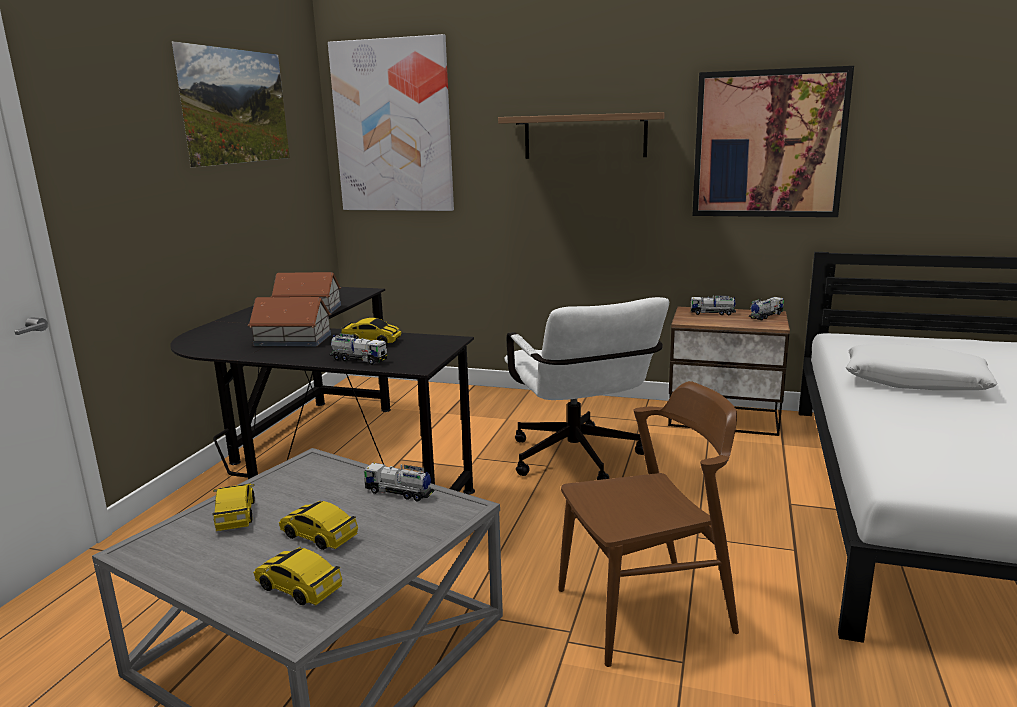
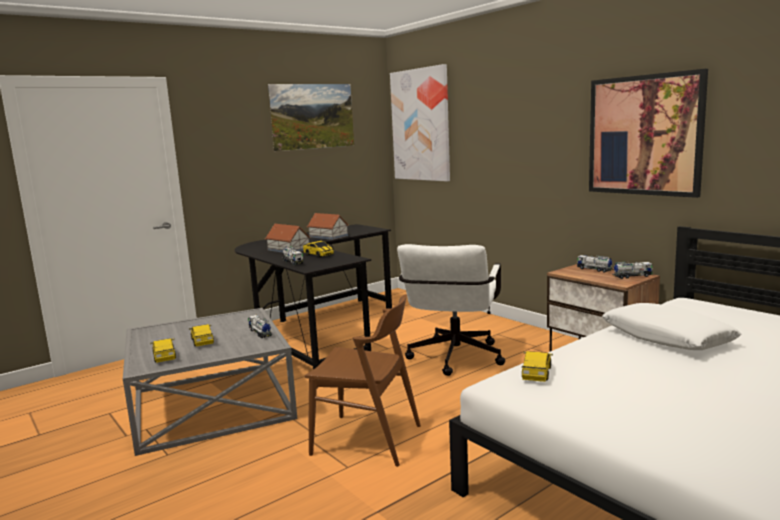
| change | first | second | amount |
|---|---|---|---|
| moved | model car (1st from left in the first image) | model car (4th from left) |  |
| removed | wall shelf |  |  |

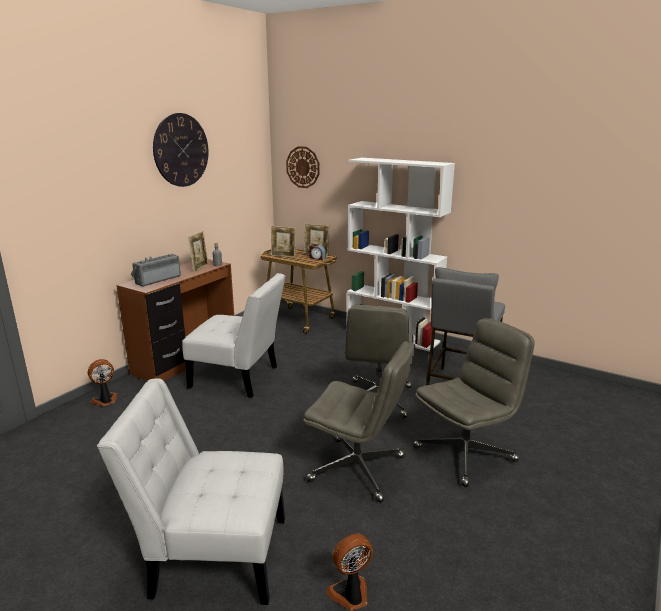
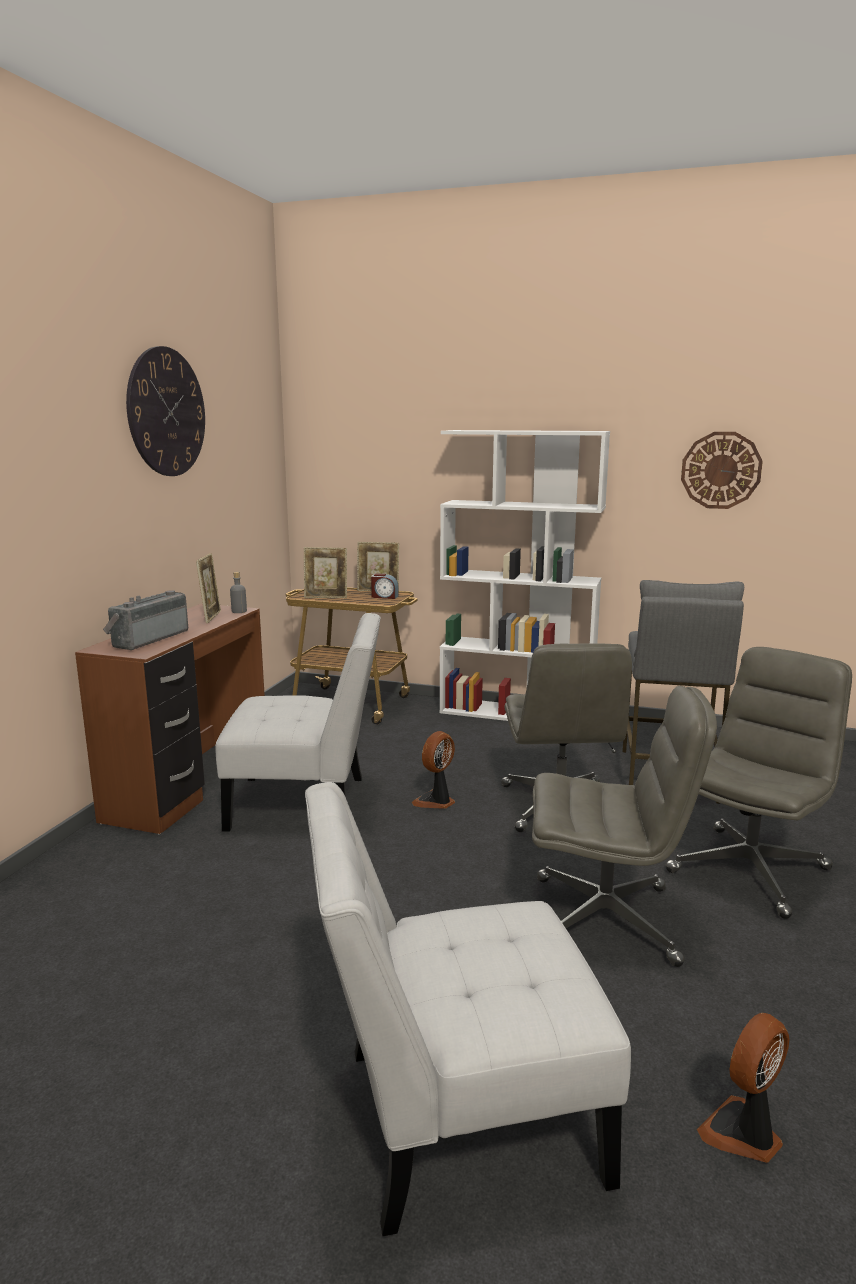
| change | first | second | amount |
|---|---|---|---|
| moved | fan (1st from left) |  |  |
| moved | wall clock (2nd from left) |  |  |

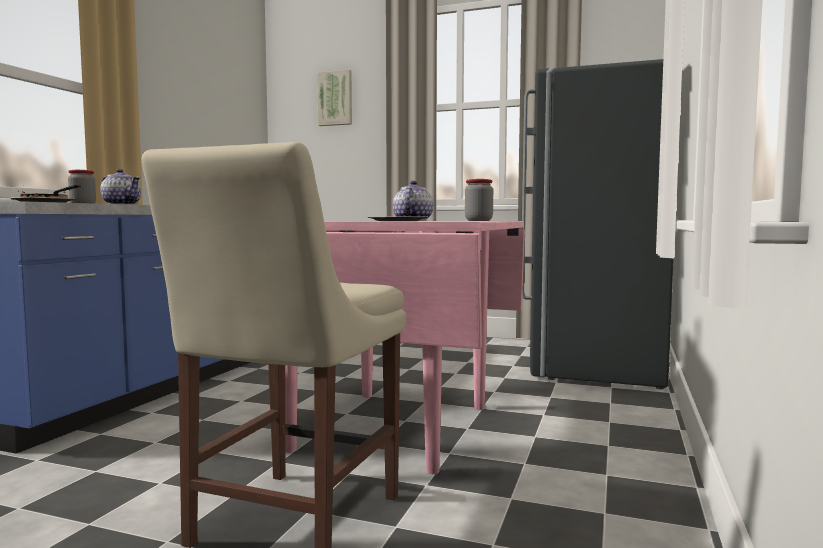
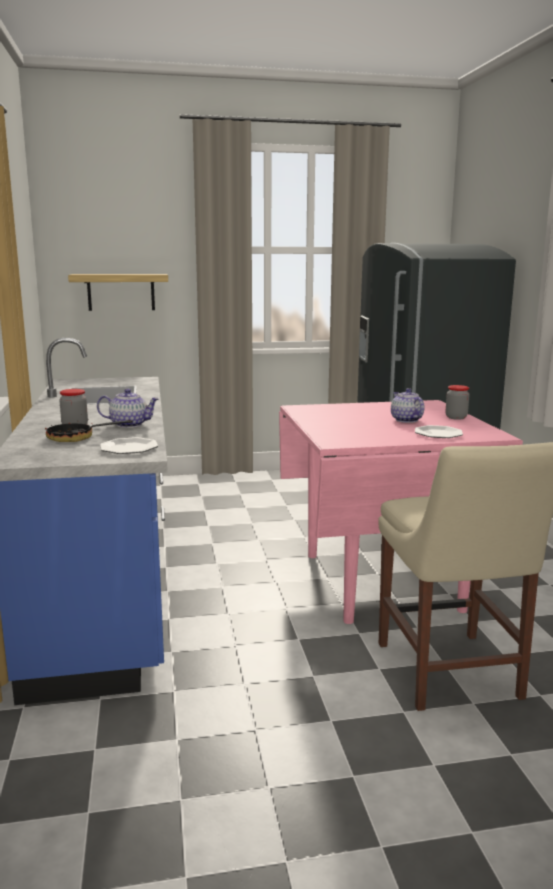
| change | first | second | amount |
|---|---|---|---|
| added |  | wall shelf |  |
| removed | picture |  |  |

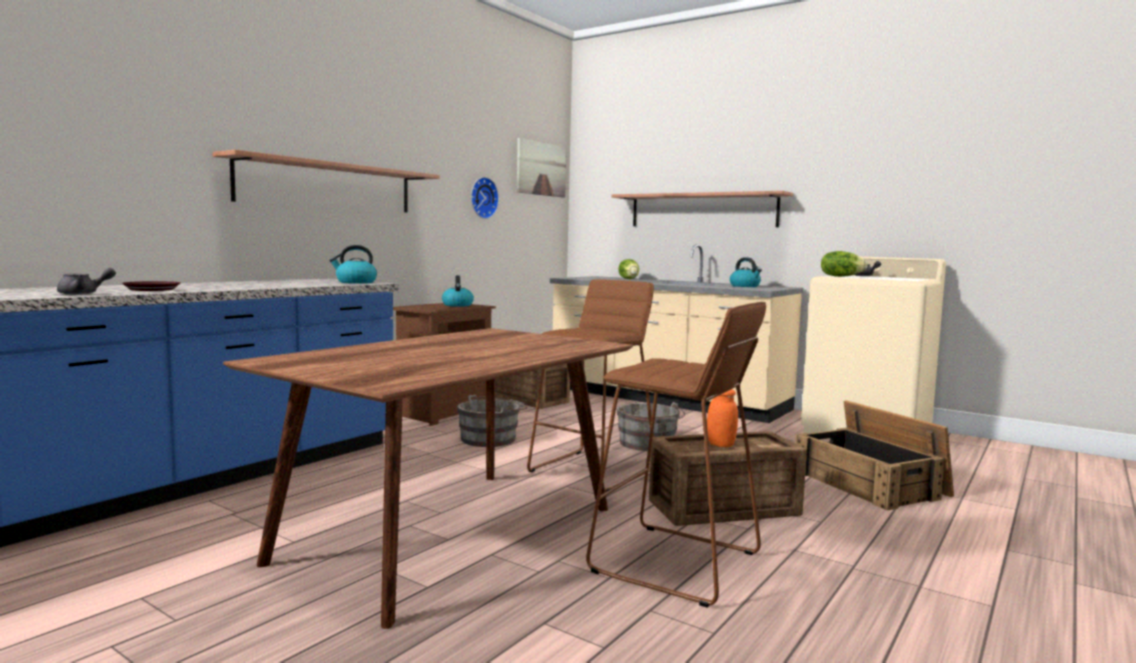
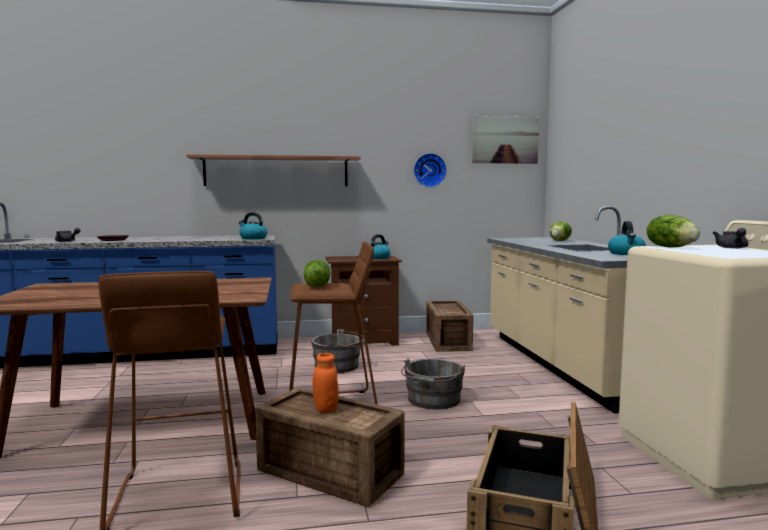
| change | first | second | amount |
|---|---|---|---|
| added |  | head of lettuce (1st from left) |  |
| removed | wall shelf (2nd from left) |  |  |

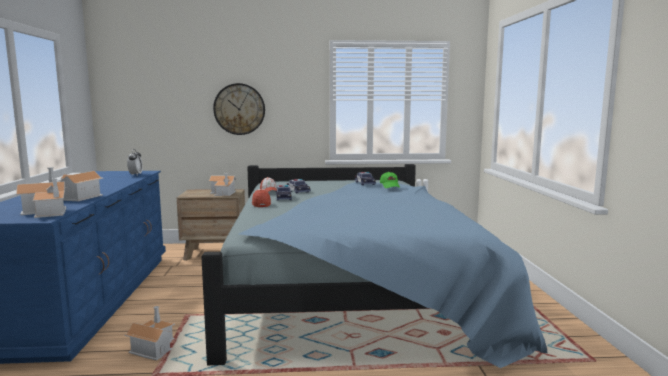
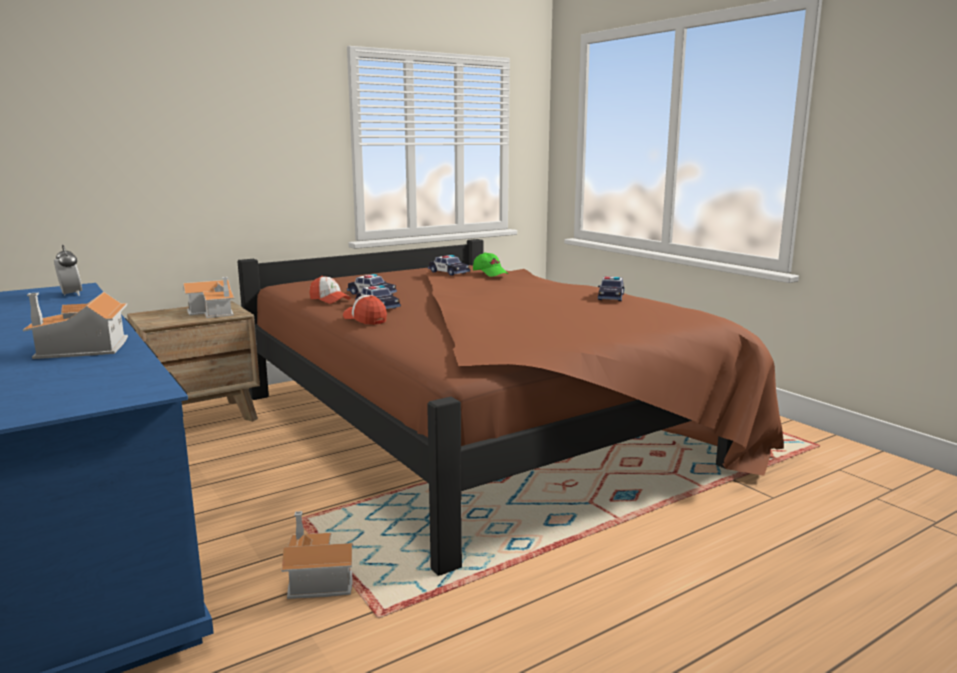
| change | first | second | amount |
|---|---|---|---|
| recoloured | bluish bedroom bed | brown bedroom bed |  |
| added |  | model car (4th from left) |  |
| removed | toy house (1st from left) |  |  |
| removed | wall clock |  |  |

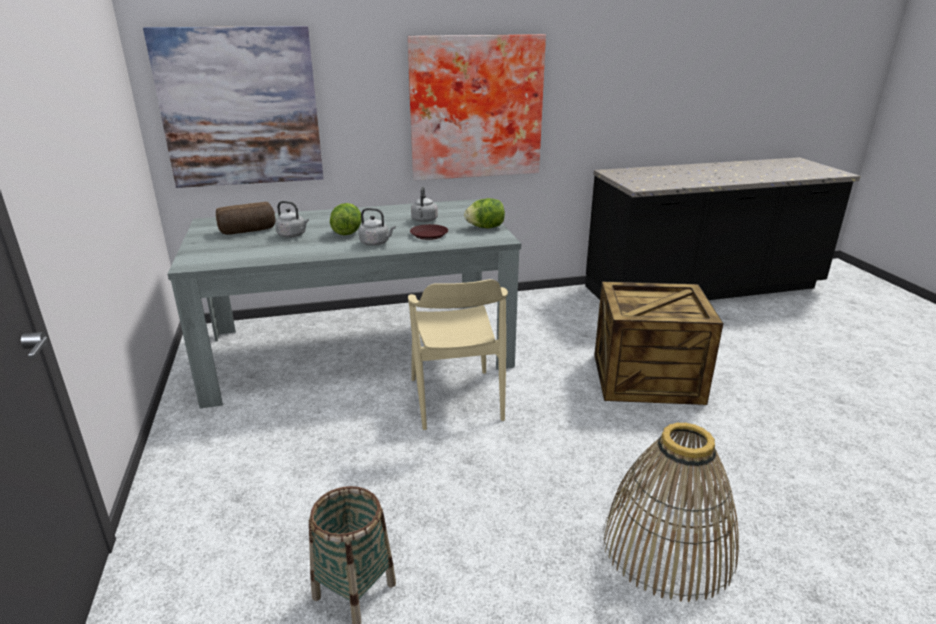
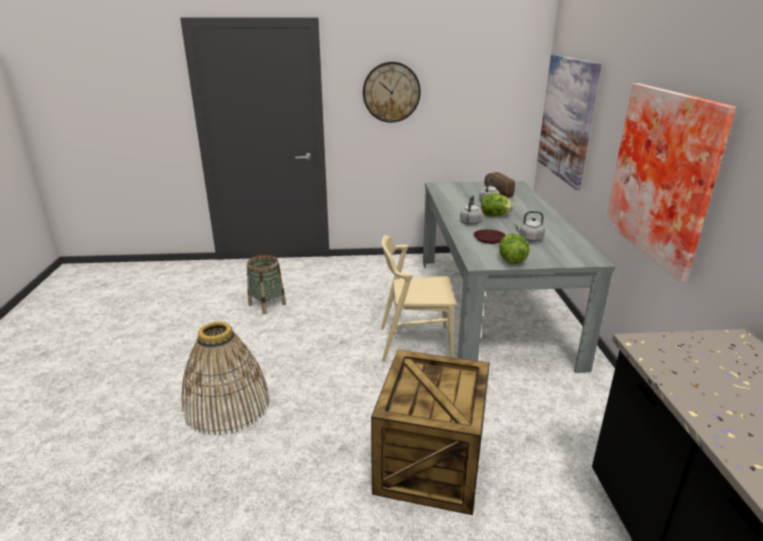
| change | first | second | amount |
|---|---|---|---|
| added |  | wall clock |  |

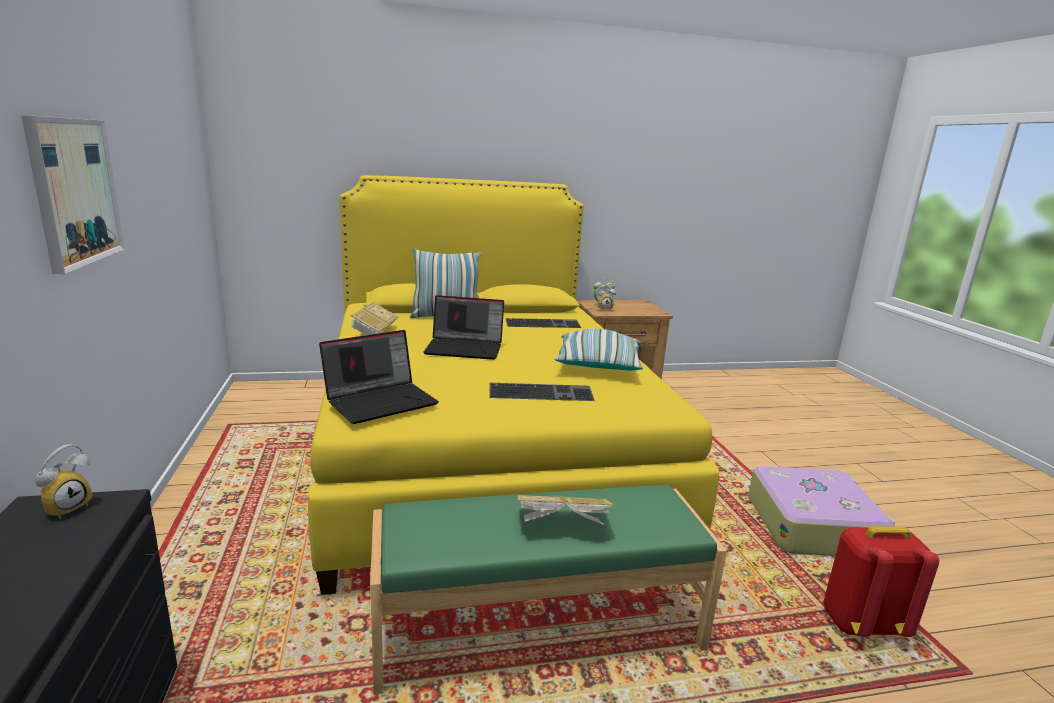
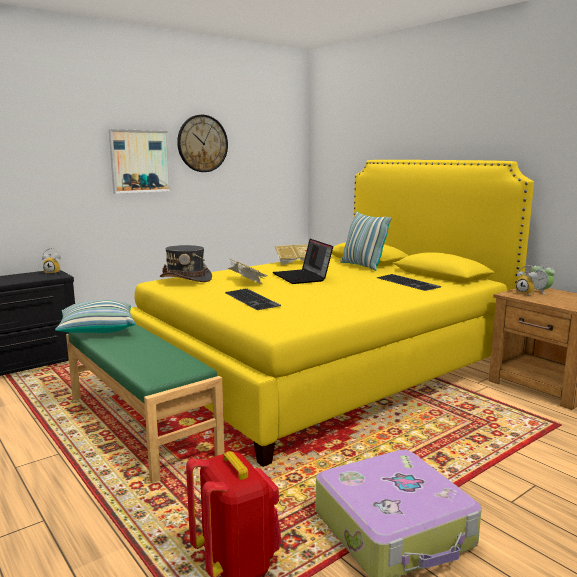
| change | first | second | amount |
|---|---|---|---|
| moved | cushion (2nd from left in the first image) | cushion (1st from left) |  |
| replaced | laptop (1st from left) | gray clothing hat |  |
| added |  | wall clock |  |
| moved | bound book (2nd from left in the first image) | bound book (1st from left) |  |

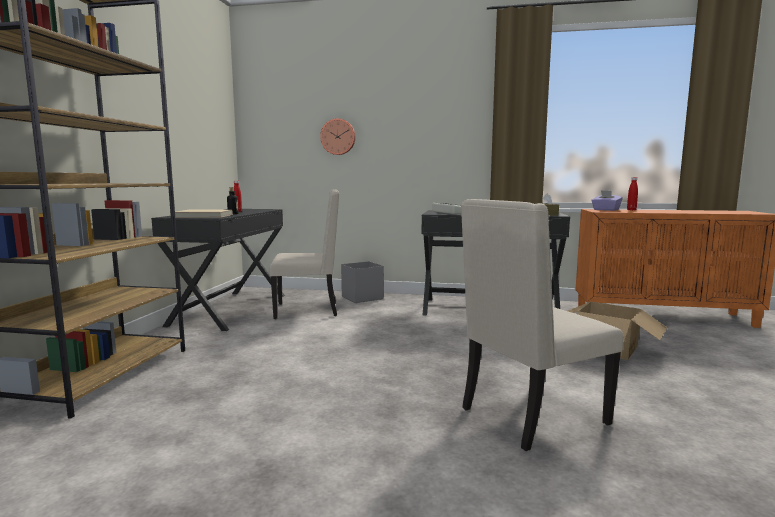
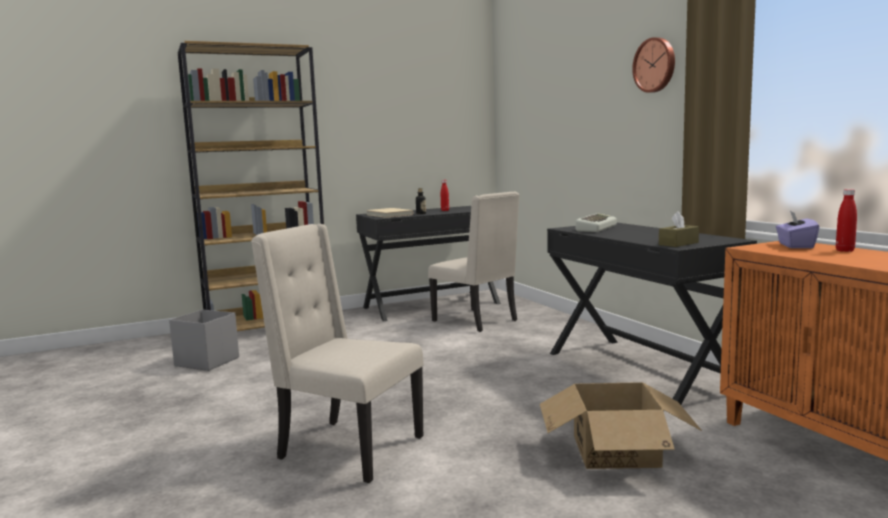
| change | first | second | amount |
|---|---|---|---|
| moved | gray storage bin |  |  |
| moved | wall clock |  |  |

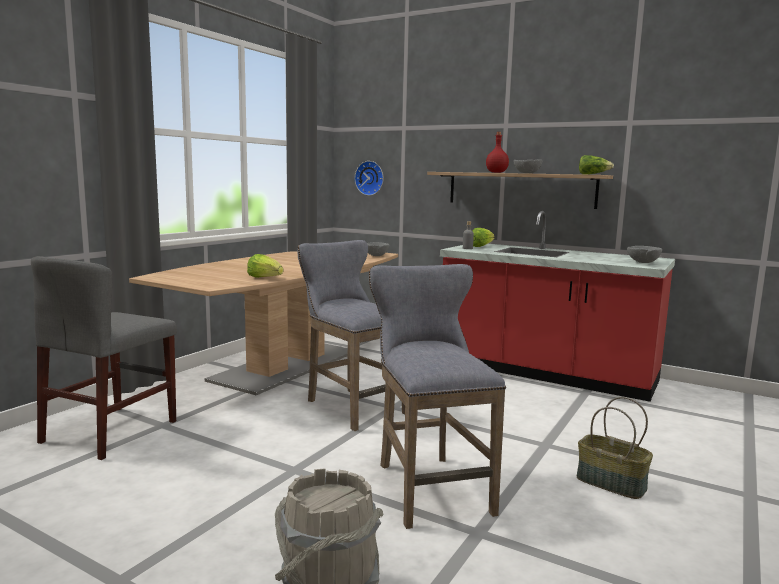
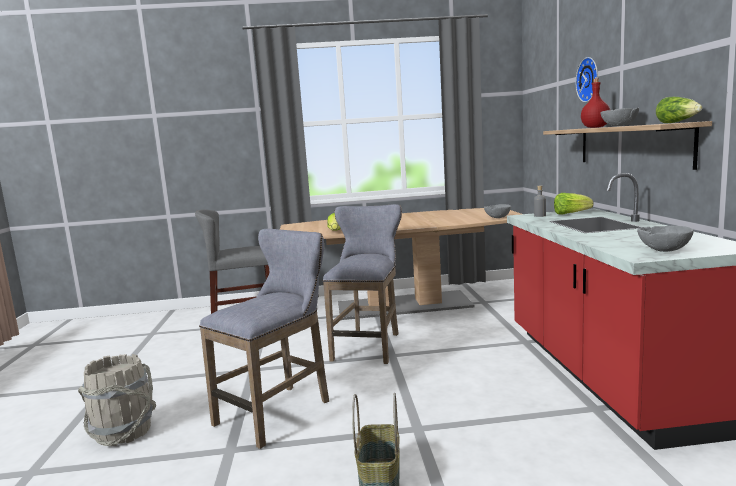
| change | first | second | amount |
|---|---|---|---|
| moved | wall clock |  |  |

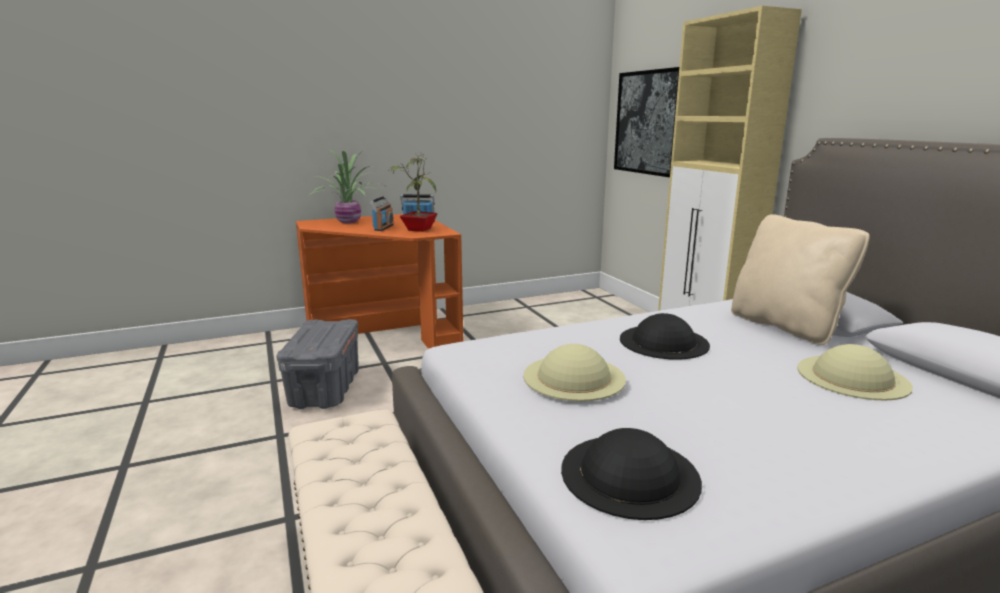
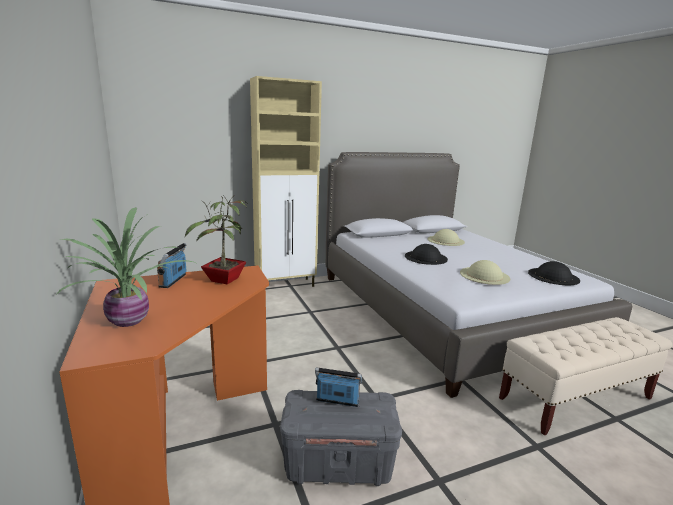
| change | first | second | amount |
|---|---|---|---|
| moved | radio (1st from left in the first image) | radio (2nd from left) |  |
| removed | picture |  |  |
| removed | beige cushion |  |  |

